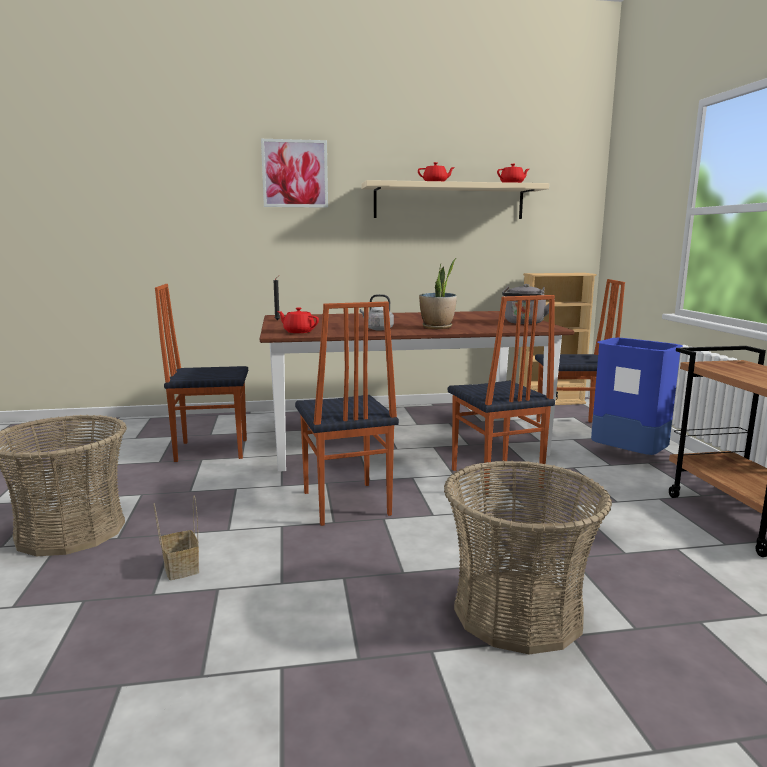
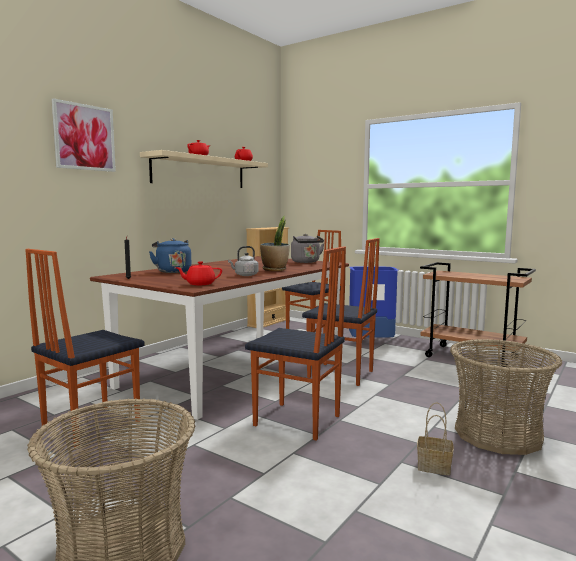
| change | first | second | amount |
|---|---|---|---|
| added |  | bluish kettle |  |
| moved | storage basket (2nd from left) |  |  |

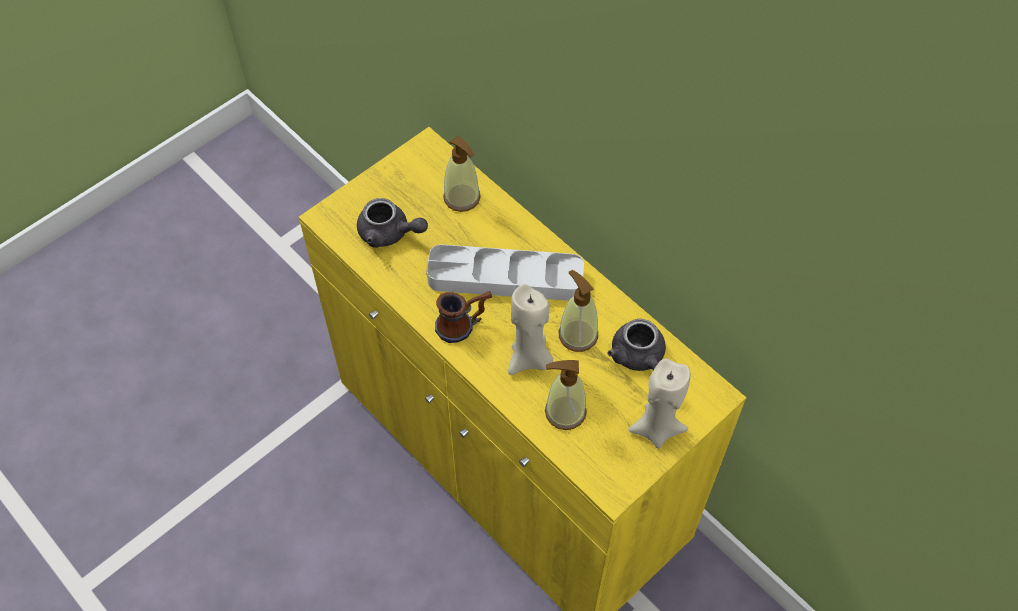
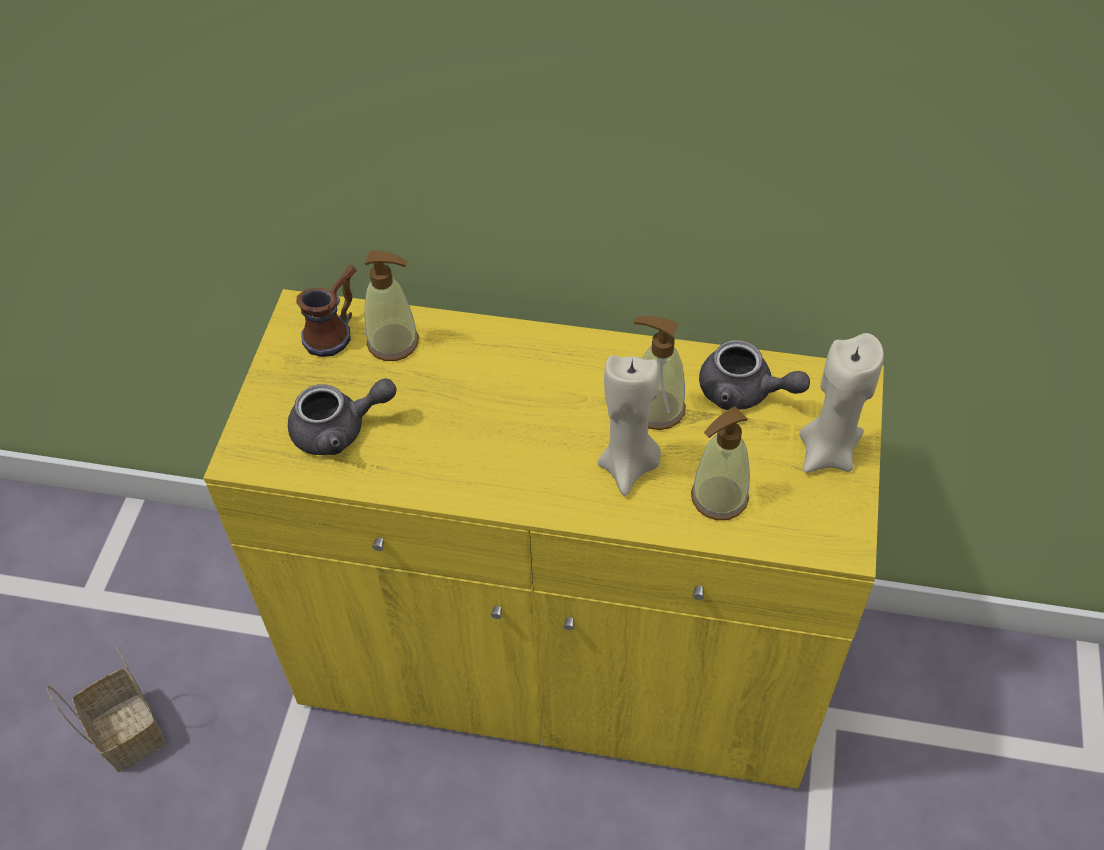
| change | first | second | amount |
|---|---|---|---|
| added |  | storage basket |  |
| moved | tea mug |  |  |
| removed | gray serving tray |  |  |

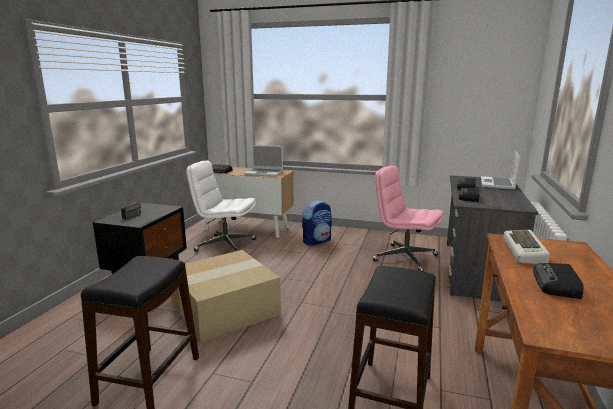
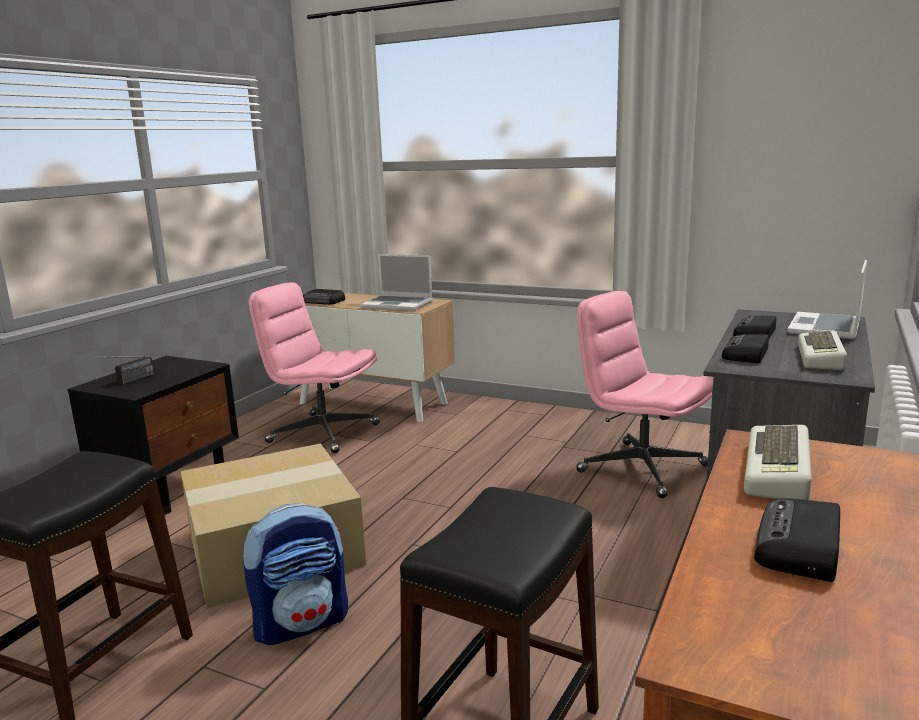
| change | first | second | amount |
|---|---|---|---|
| moved | rucksack |  |  |
| recoloured | white desk chair | pink desk chair (1st from left) |  |
| added |  | PC keyboard (2nd from left) |  |

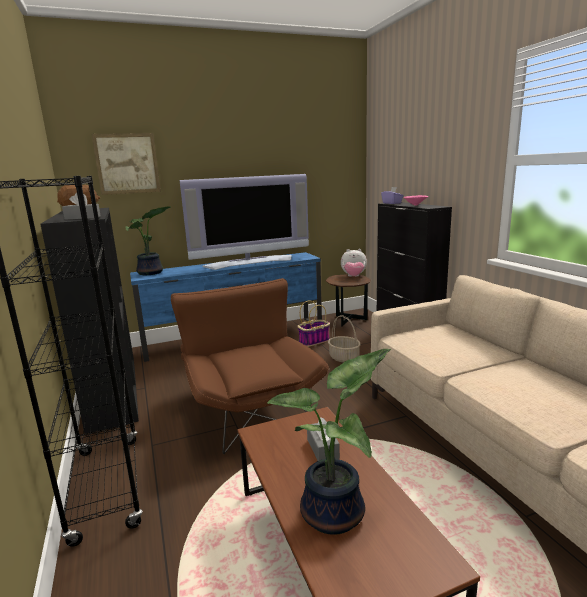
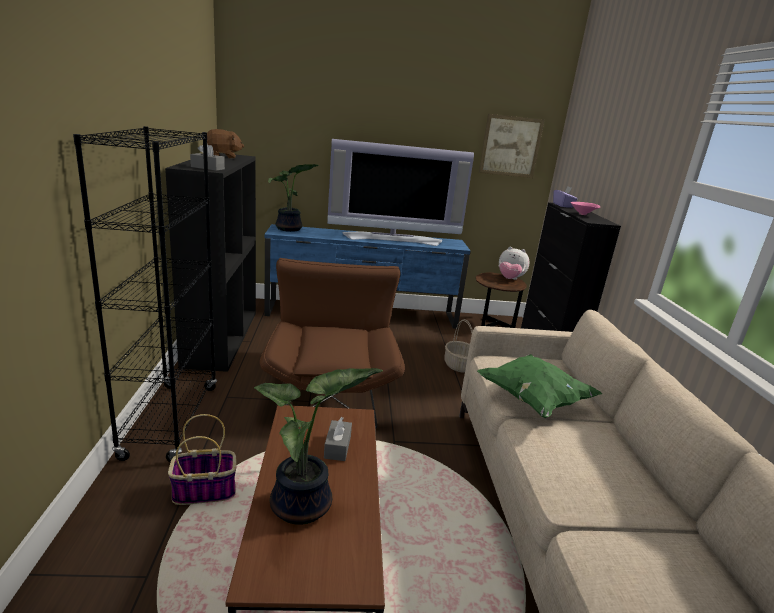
| change | first | second | amount |
|---|---|---|---|
| moved | storage basket (1st from left) |  |  |
| added |  | green cushion |  |
| moved | picture |  |  |

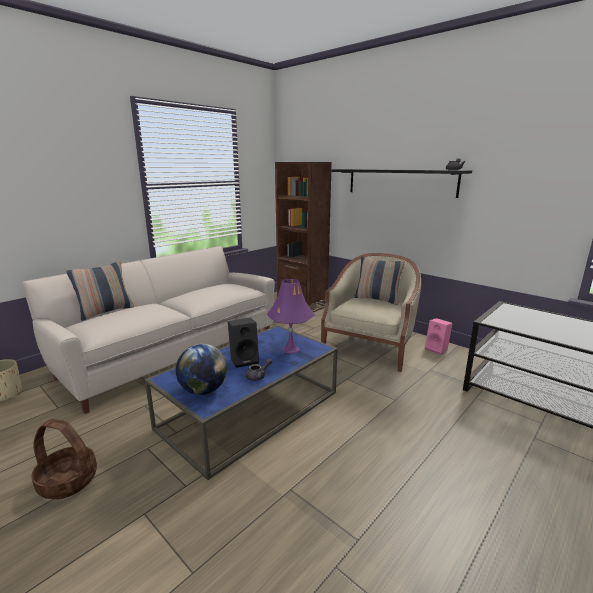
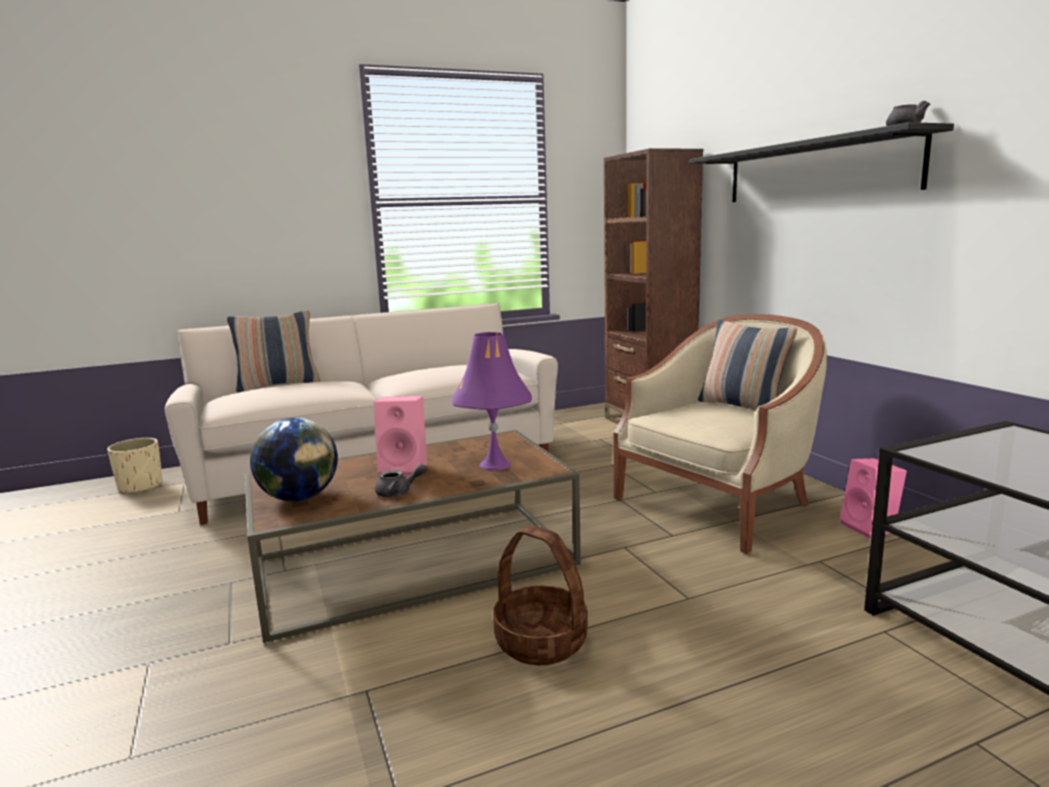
| change | first | second | amount |
|---|---|---|---|
| recoloured | bluish coffee table | brown coffee table |  |
| recoloured | blackish audio speaker | pink audio speaker (1st from left) |  |
| moved | storage basket |  |  |

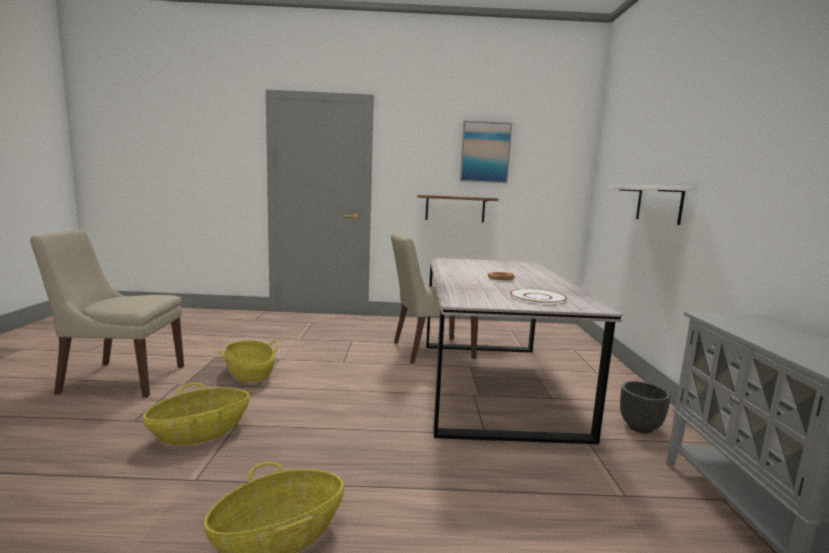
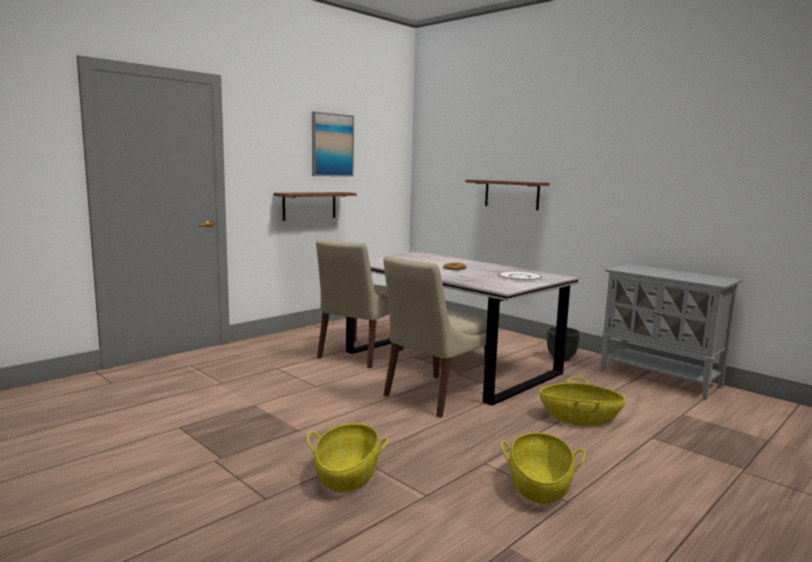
| change | first | second | amount |
|---|---|---|---|
| moved | beige chair (1st from left in the first image) | beige chair (2nd from left) |  |
| recoloured | white wall shelf | brown wall shelf (2nd from left) |  |
| moved | storage basket (2nd from left in the first image) | storage basket (3rd from left) |  |

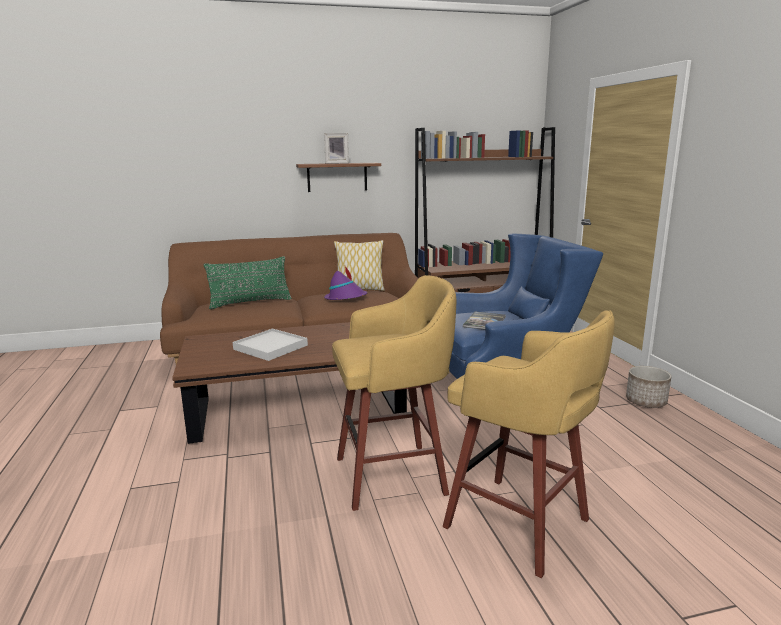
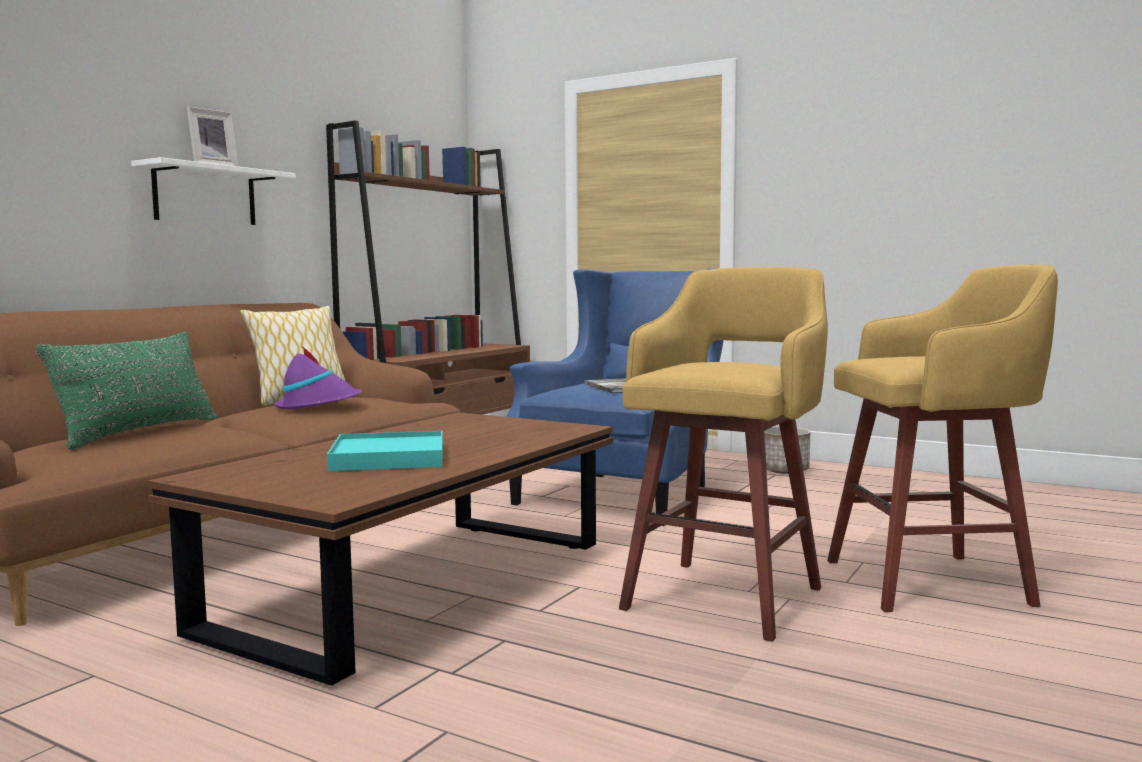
| change | first | second | amount |
|---|---|---|---|
| recoloured | brown wall shelf | white wall shelf |  |
| recoloured | white serving tray | turquoise serving tray |  |

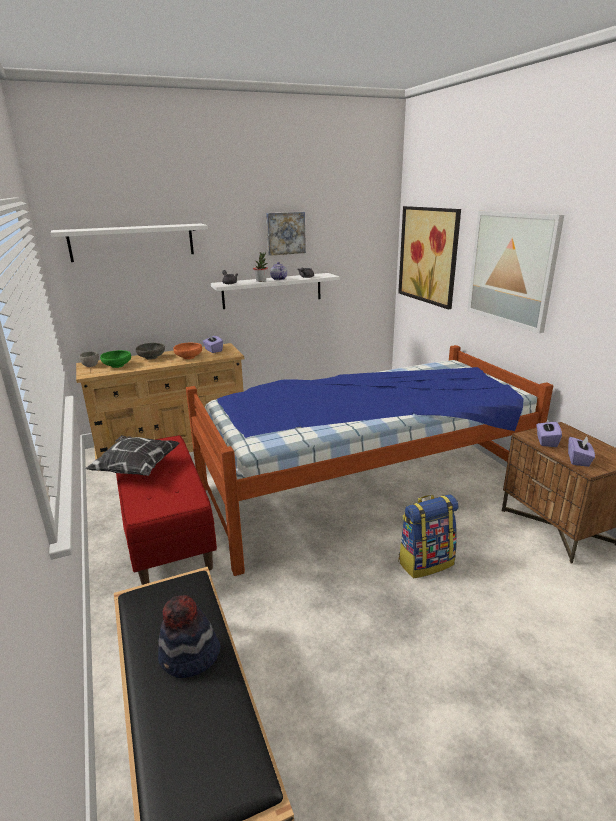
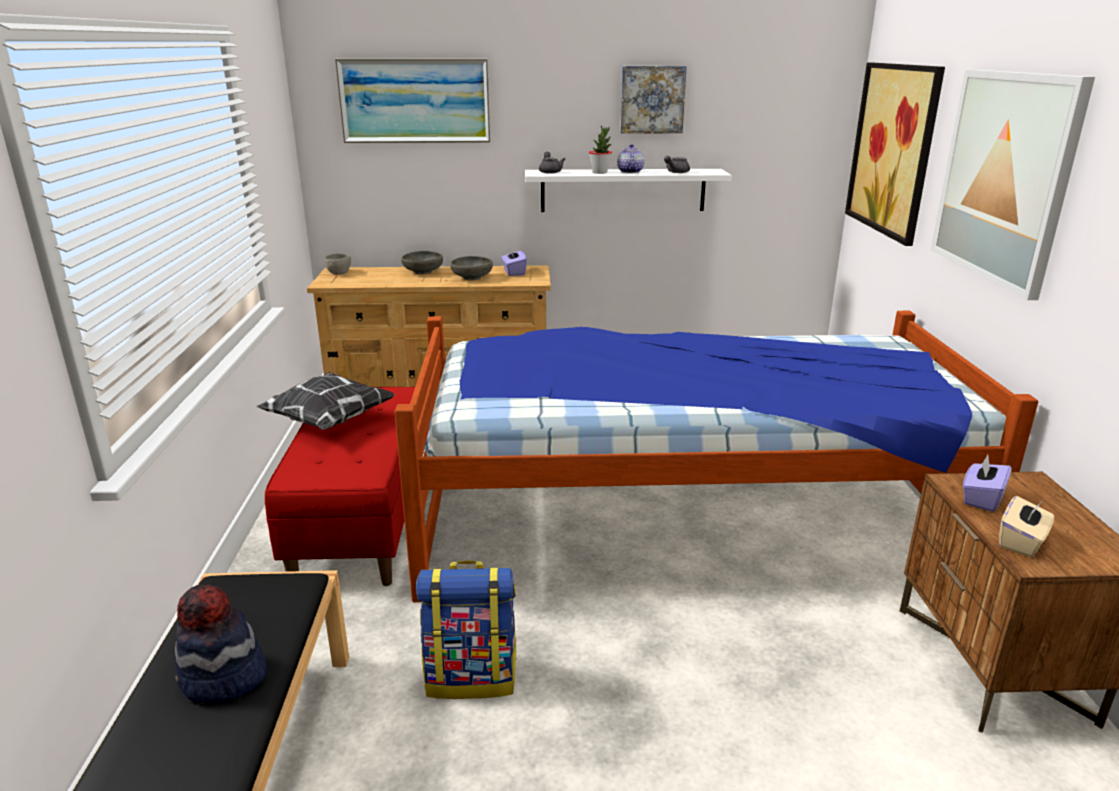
| change | first | second | amount |
|---|---|---|---|
| replaced | white wall shelf (1st from left) | picture (1st from left) |  |
| moved | rucksack |  |  |
| recoloured | orange-coloured deep dish | gray deep dish (3rd from left) |  |
| recoloured | purple-coloured tissue box (3rd from left) | beige tissue box |  |
| removed | green deep dish |  |  |

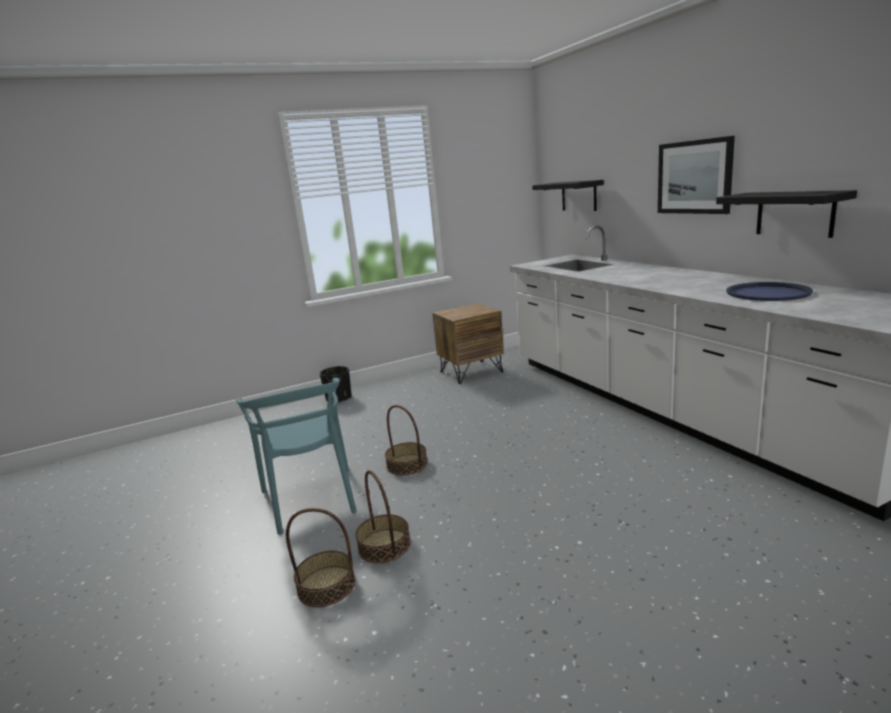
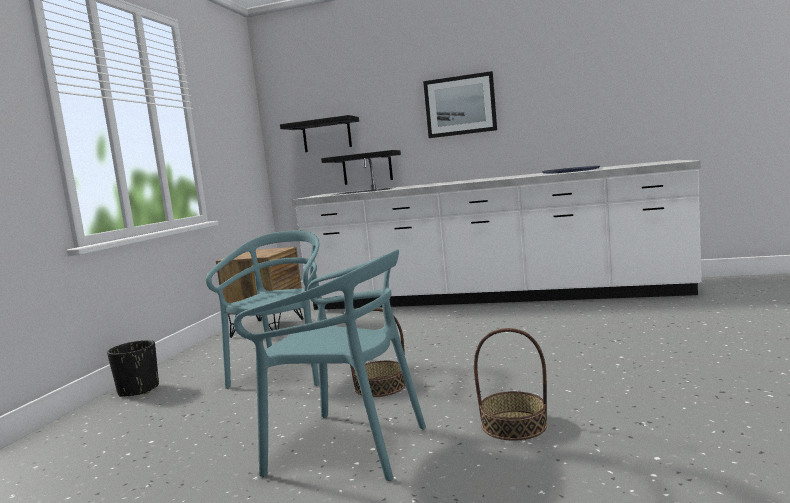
| change | first | second | amount |
|---|---|---|---|
| added |  | turquoise chair (1st from left) |  |
| moved | blackish wall shelf (2nd from left) |  |  |
| removed | storage basket (1st from left) |  |  |

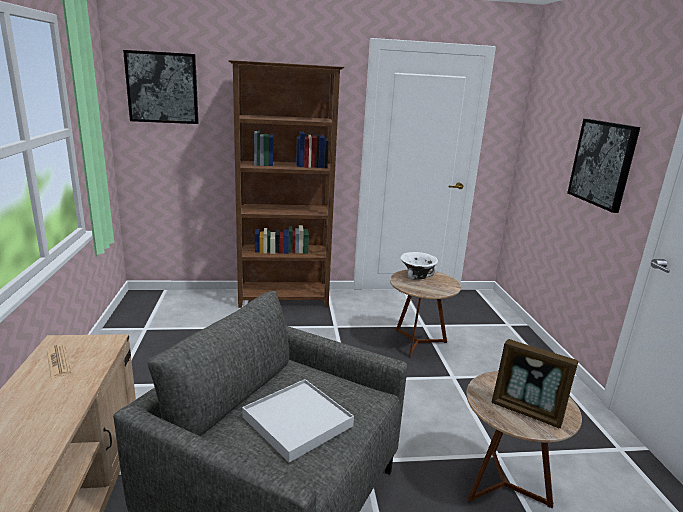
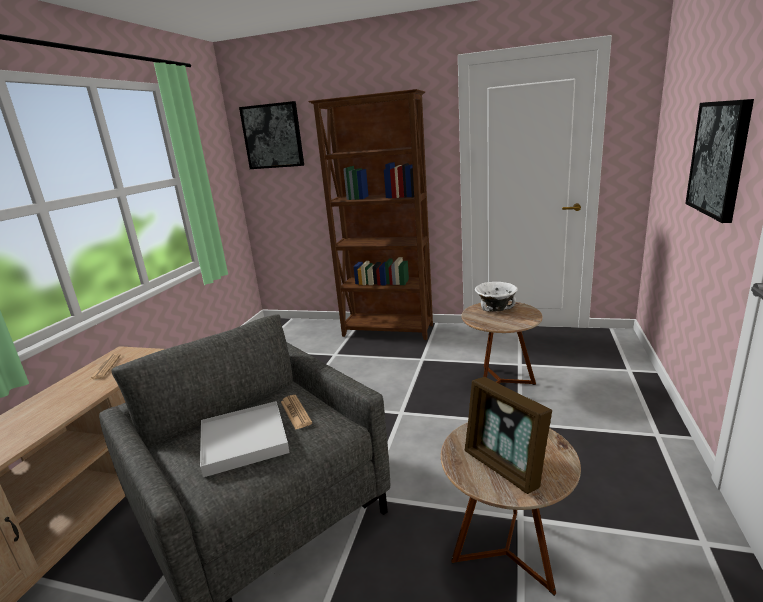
| change | first | second | amount |
|---|---|---|---|
| added |  | printed paper (2nd from left) |  |

